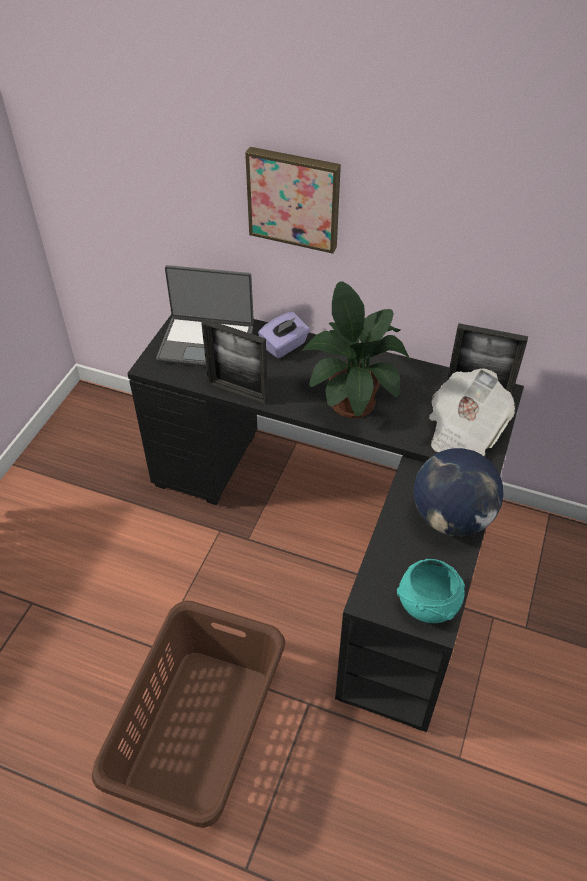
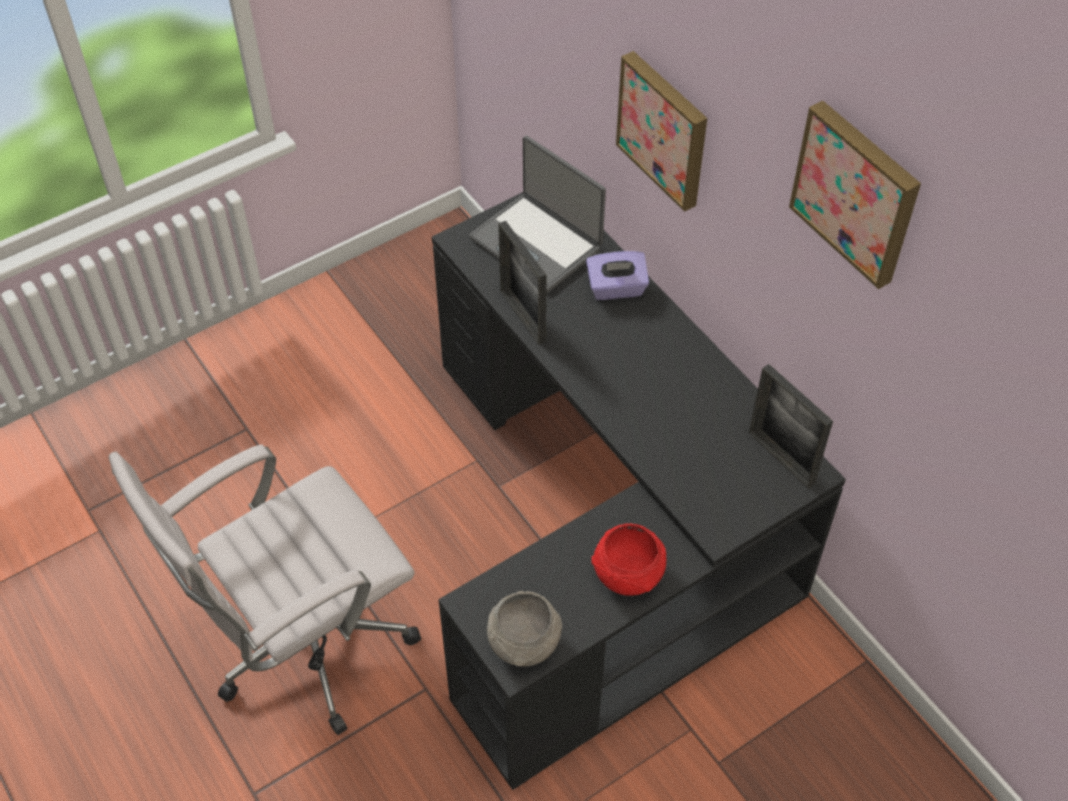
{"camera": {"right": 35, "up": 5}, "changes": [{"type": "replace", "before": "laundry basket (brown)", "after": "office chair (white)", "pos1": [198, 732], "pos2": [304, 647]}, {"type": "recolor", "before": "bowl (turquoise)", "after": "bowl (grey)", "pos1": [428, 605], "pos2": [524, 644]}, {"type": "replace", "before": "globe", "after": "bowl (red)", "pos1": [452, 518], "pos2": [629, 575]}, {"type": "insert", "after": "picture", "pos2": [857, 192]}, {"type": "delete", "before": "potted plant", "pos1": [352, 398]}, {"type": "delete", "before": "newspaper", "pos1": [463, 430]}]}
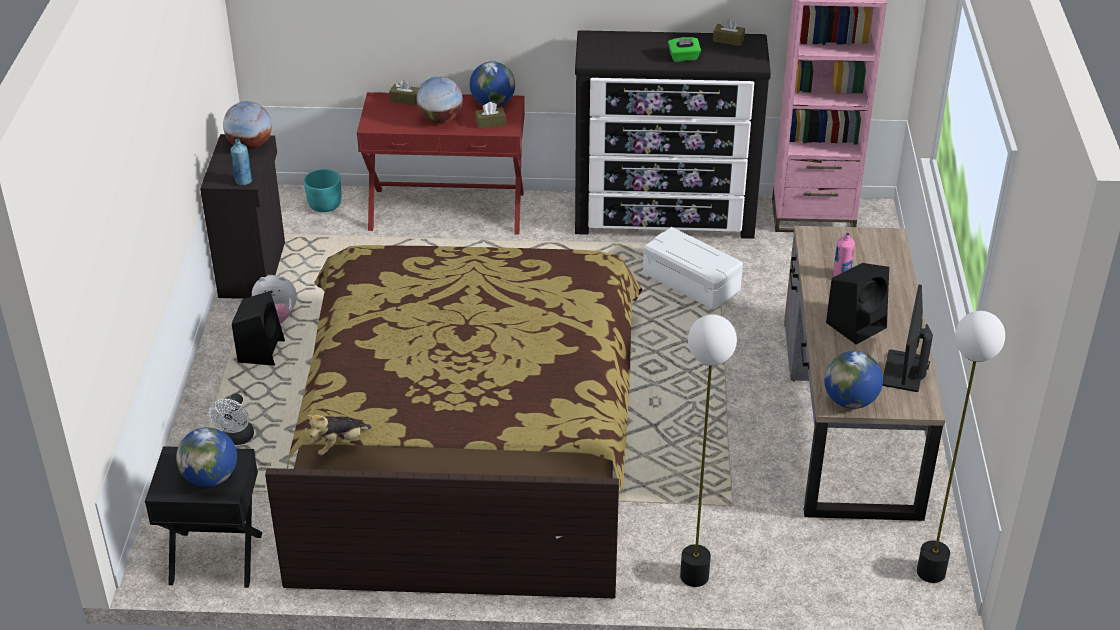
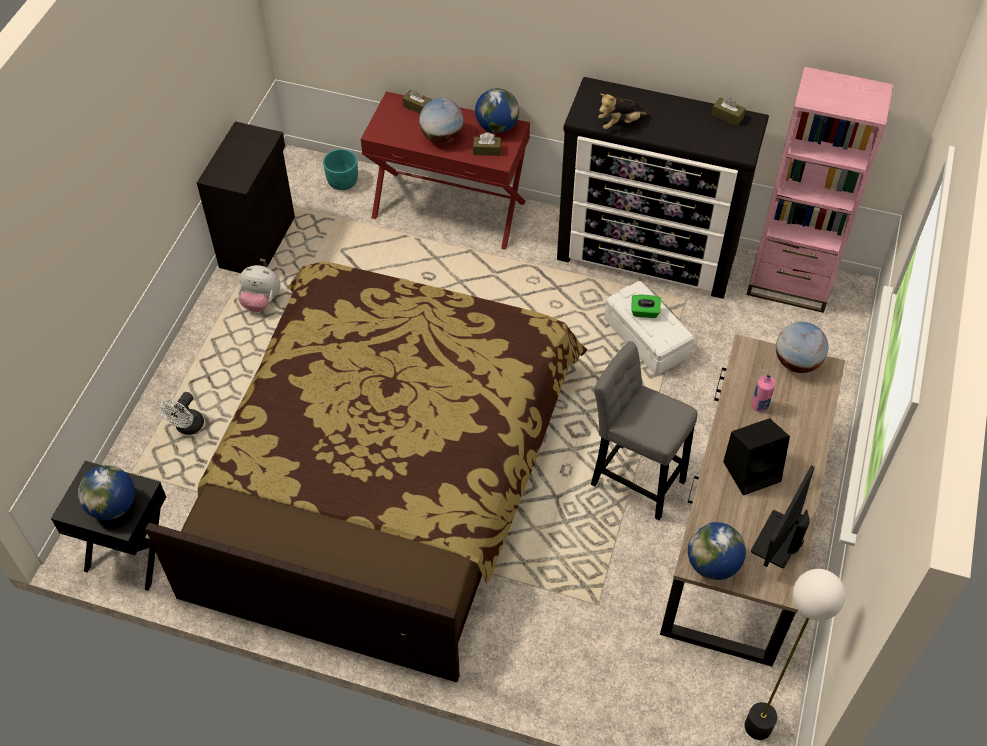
{"camera": {"right": 15, "up": 15}, "changes": [{"type": "insert", "after": "stool (grey)", "pos2": [634, 479]}, {"type": "move", "before": "plush toy", "pos1": [339, 445], "pos2": [620, 123]}, {"type": "move", "before": "tissue box (green)", "pos1": [684, 57], "pos2": [644, 312]}, {"type": "move", "before": "globe", "pos1": [250, 145], "pos2": [797, 362]}, {"type": "delete", "before": "bottle (blue)", "pos1": [243, 181]}, {"type": "delete", "before": "speaker (black)", "pos1": [261, 351]}, {"type": "delete", "before": "floor lamp", "pos1": [694, 576]}]}
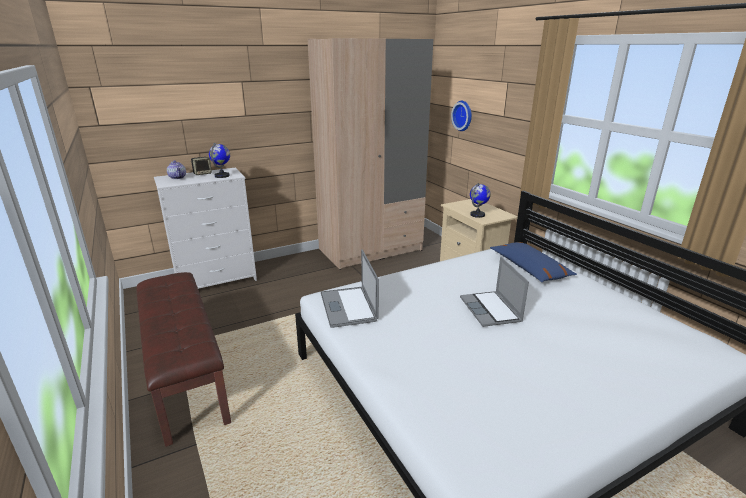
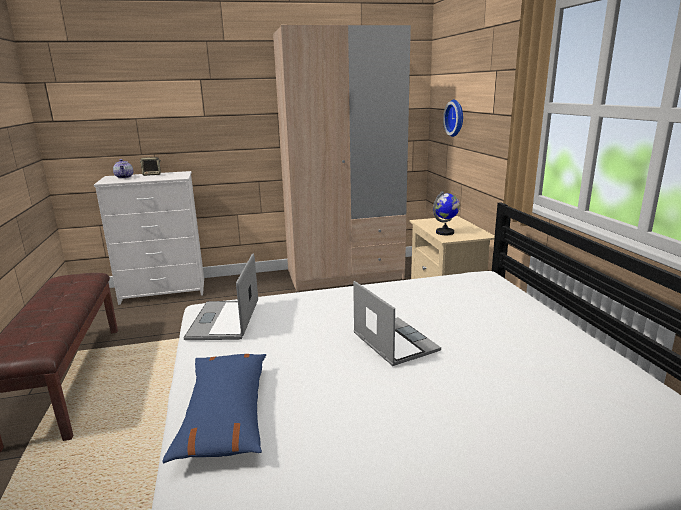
{"camera": {"right": 15, "up": -5}, "changes": [{"type": "move", "before": "pillow (blue)", "pos1": [529, 268], "pos2": [225, 415]}, {"type": "rotate", "before": "laptop", "pos1": [491, 310], "pos2": [393, 342], "turn": 150}, {"type": "delete", "before": "globe", "pos1": [222, 176]}]}
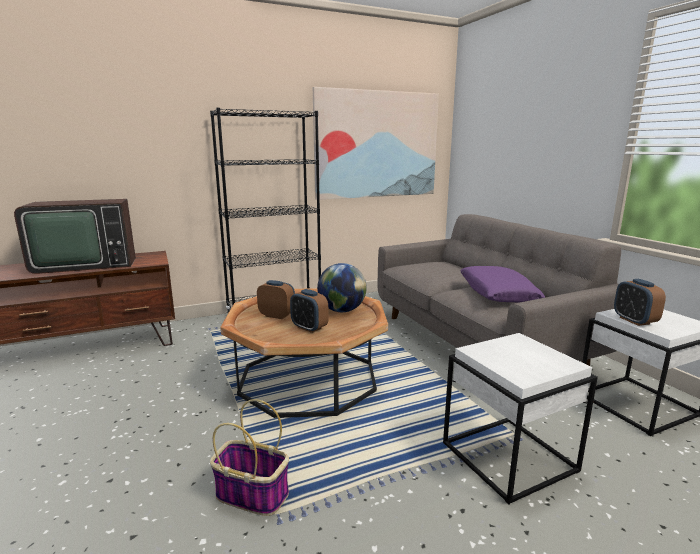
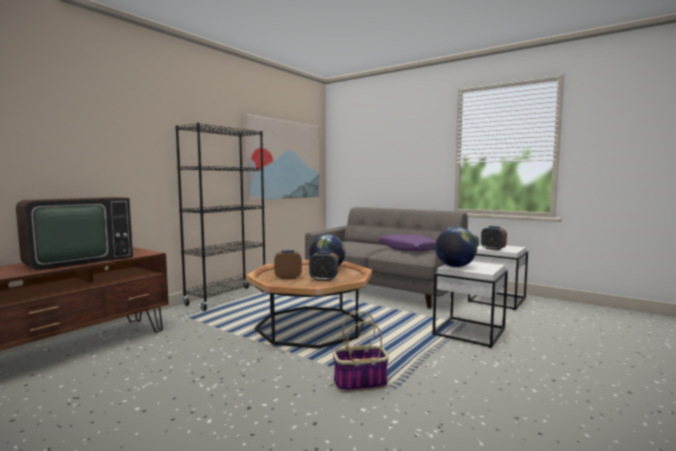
{"camera": {"right": -30, "up": -10}, "changes": [{"type": "insert", "after": "globe", "pos2": [455, 266]}]}
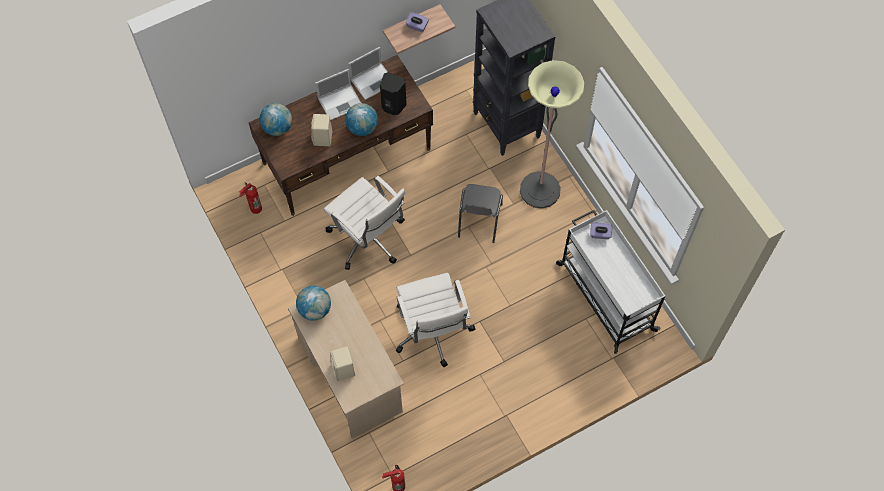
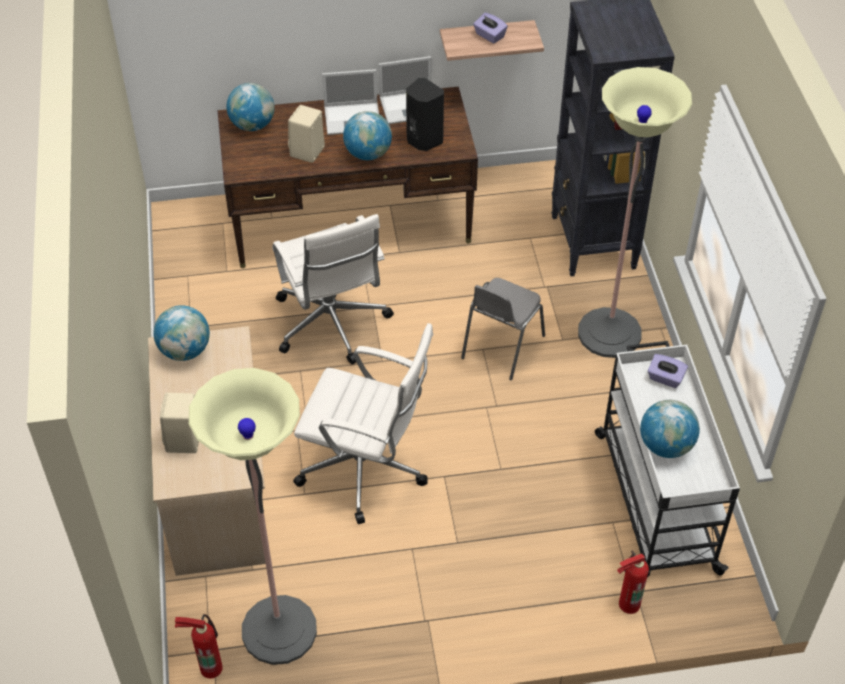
{"camera": {"right": 20, "up": -15}, "changes": [{"type": "insert", "after": "floor lamp", "pos2": [279, 630]}, {"type": "rotate", "before": "office chair (white)", "pos1": [432, 332], "pos2": [366, 469], "turn": -75}, {"type": "move", "before": "fire extinguisher", "pos1": [254, 208], "pos2": [626, 603]}, {"type": "insert", "after": "globe", "pos2": [666, 445]}]}
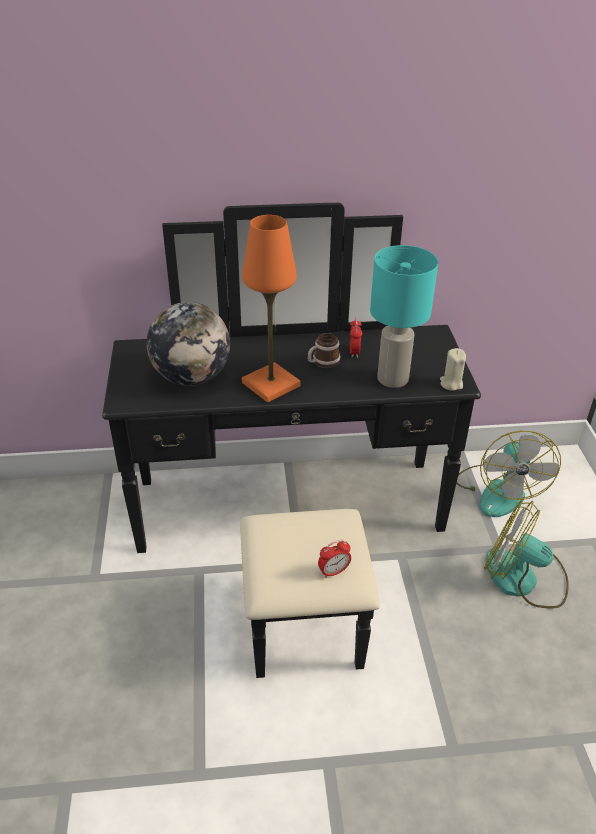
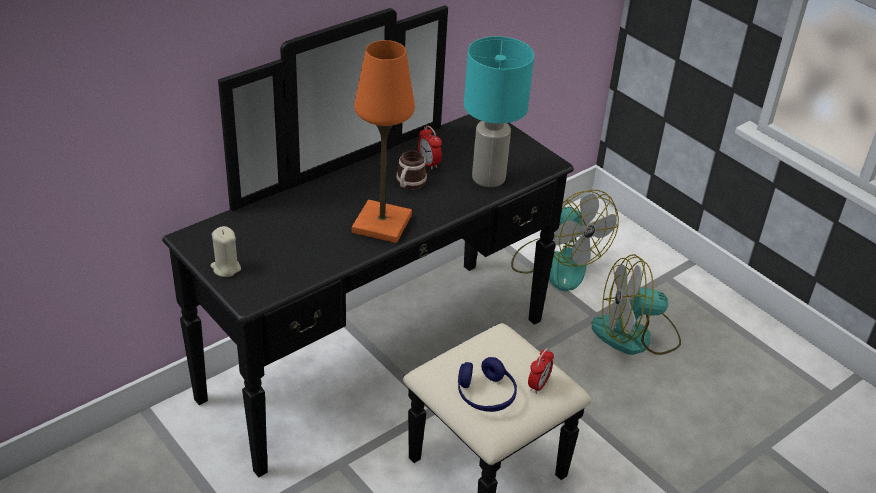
{"camera": {"right": -35, "up": 0}, "changes": [{"type": "move", "before": "candle (beige)", "pos1": [451, 384], "pos2": [226, 268]}, {"type": "insert", "after": "headphones (blue)", "pos2": [485, 394]}, {"type": "delete", "before": "globe", "pos1": [192, 377]}]}
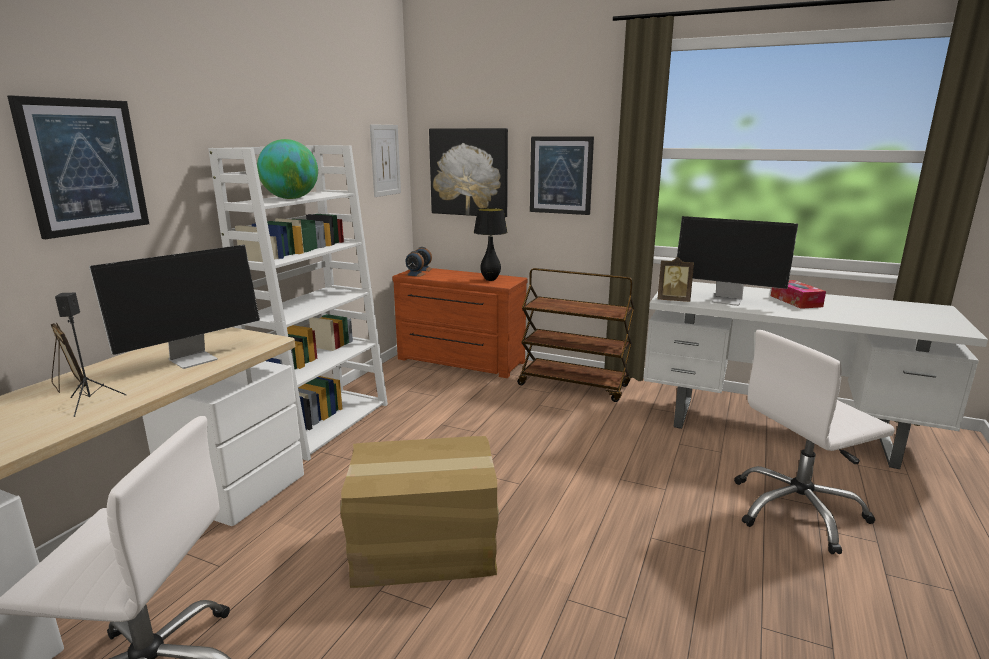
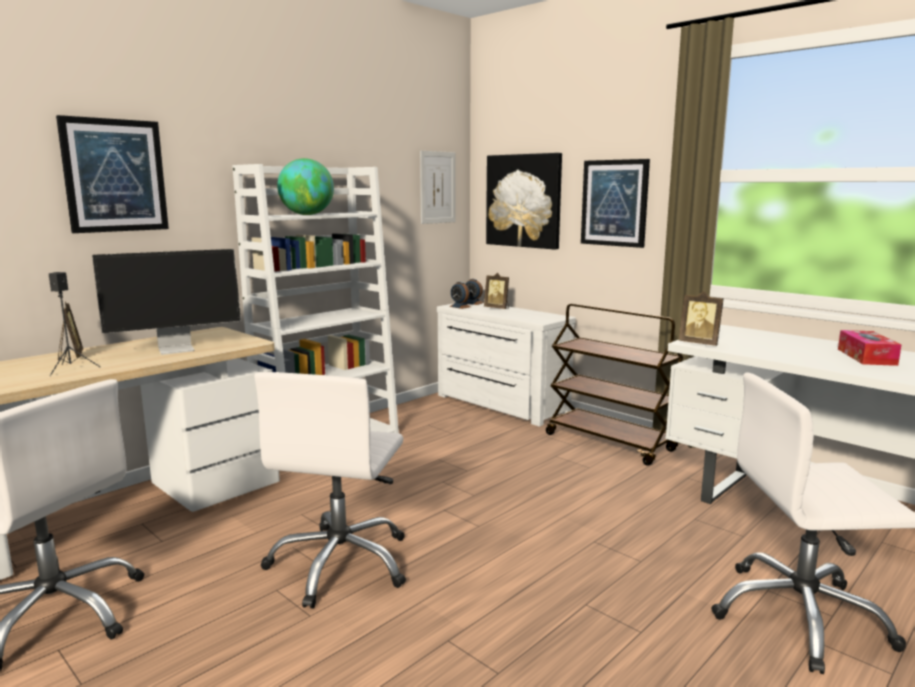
{"camera": {"right": 20, "up": -5}, "changes": [{"type": "replace", "before": "cardboard box", "after": "office chair (white)", "pos1": [423, 548], "pos2": [341, 564]}, {"type": "recolor", "before": "dresser (brown)", "after": "dresser (white)", "pos1": [459, 361], "pos2": [499, 405]}, {"type": "insert", "after": "picture frame", "pos2": [497, 308]}, {"type": "delete", "before": "table lamp (black)", "pos1": [490, 280]}, {"type": "delete", "before": "monitor", "pos1": [728, 300]}]}
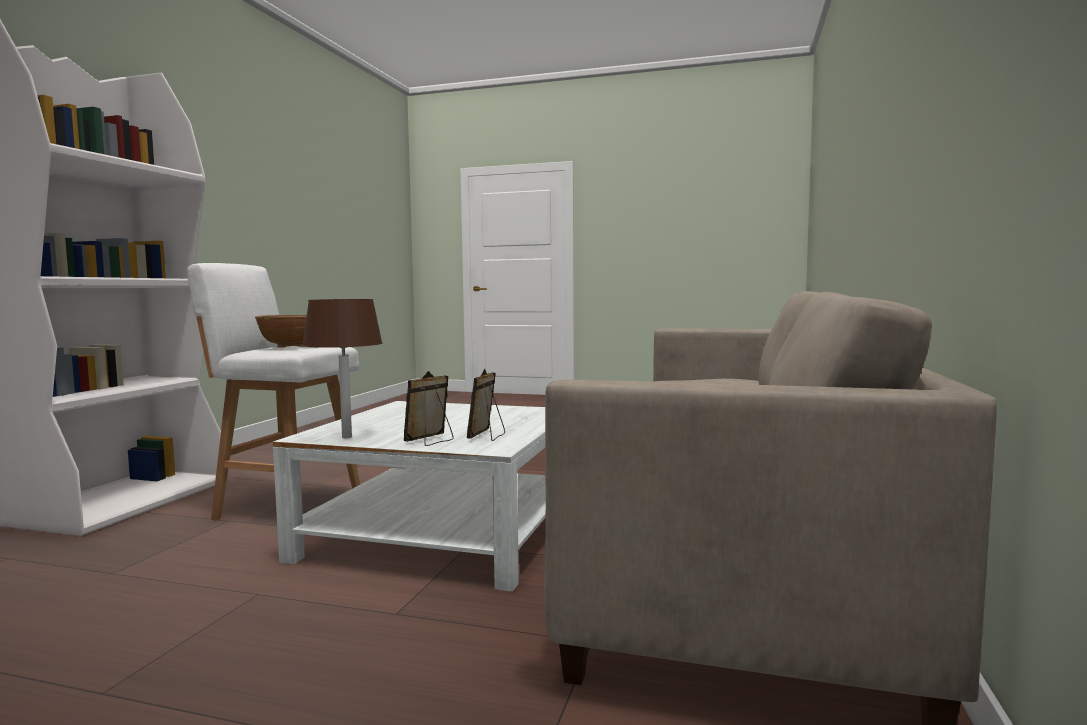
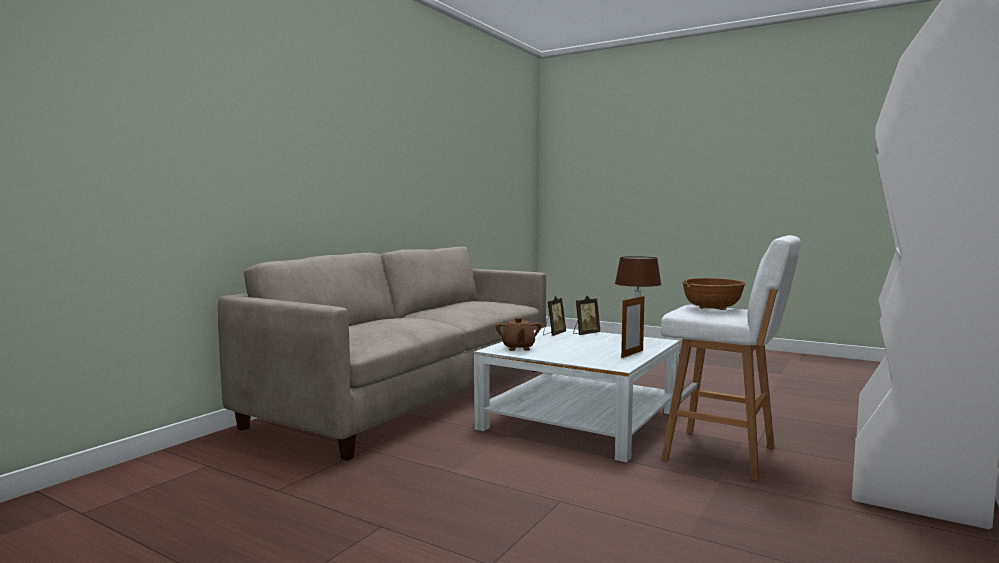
{"camera": {"right": -165, "up": 0}, "changes": [{"type": "insert", "after": "teapot (brown)", "pos2": [518, 348]}, {"type": "insert", "after": "picture frame", "pos2": [632, 354]}]}
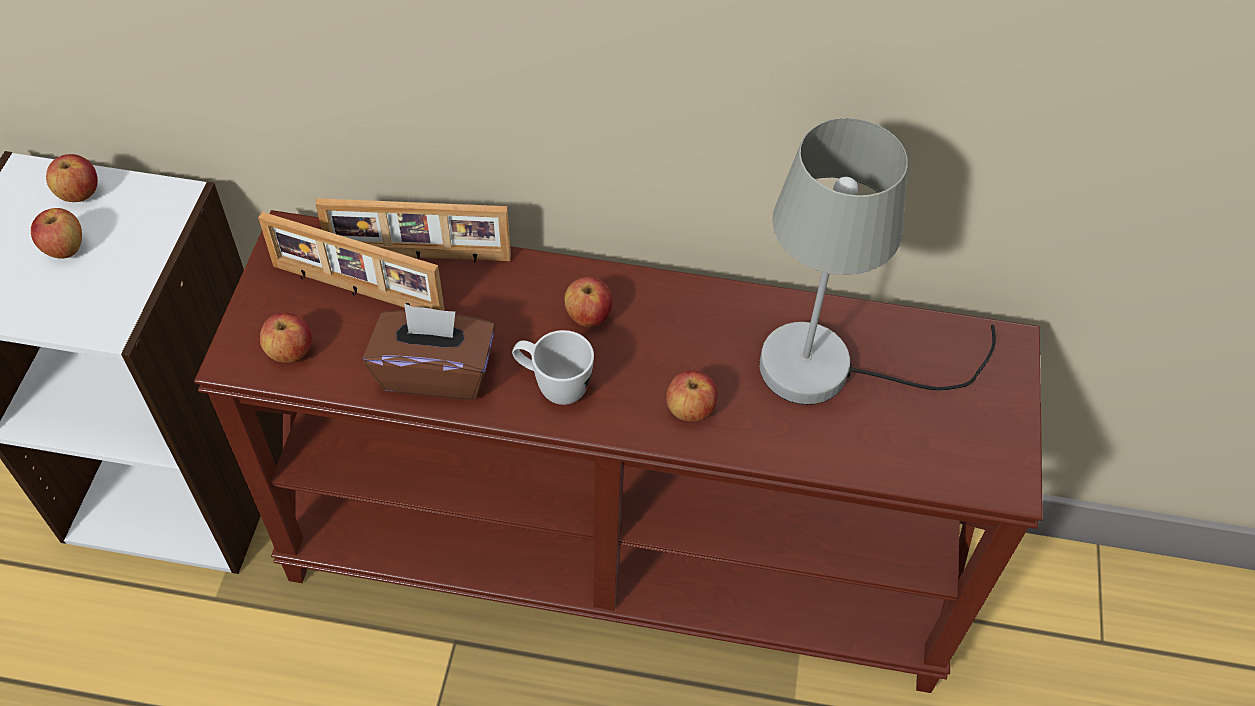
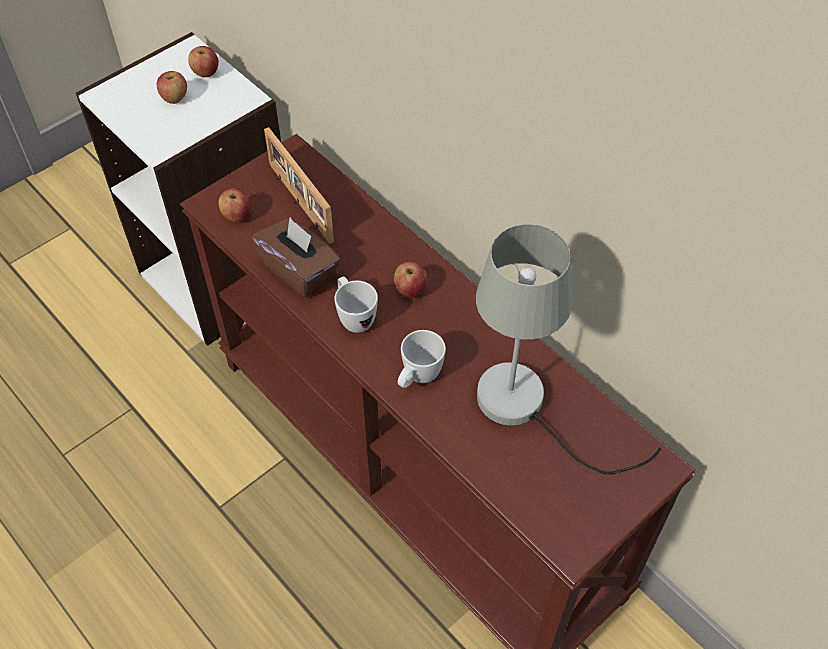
{"camera": {"right": 40, "up": 0}, "changes": [{"type": "replace", "before": "apple", "after": "mug (white)", "pos1": [690, 410], "pos2": [418, 378]}, {"type": "delete", "before": "picture frame", "pos1": [419, 256]}]}
